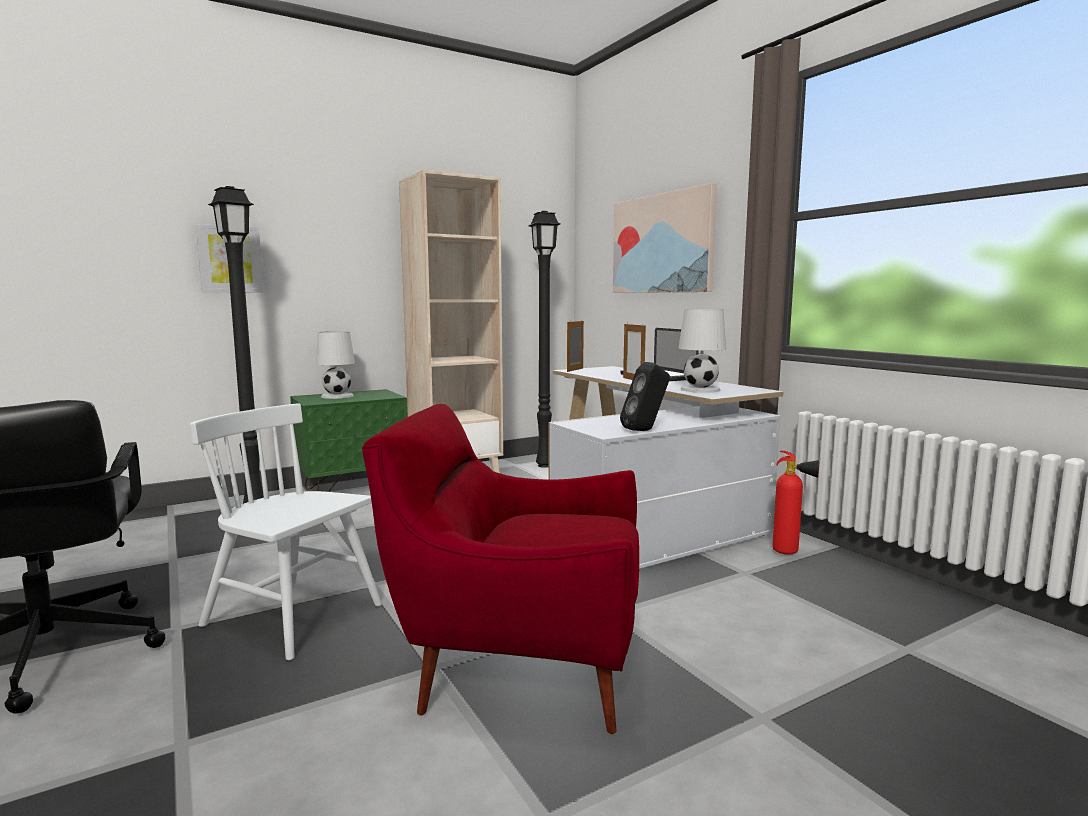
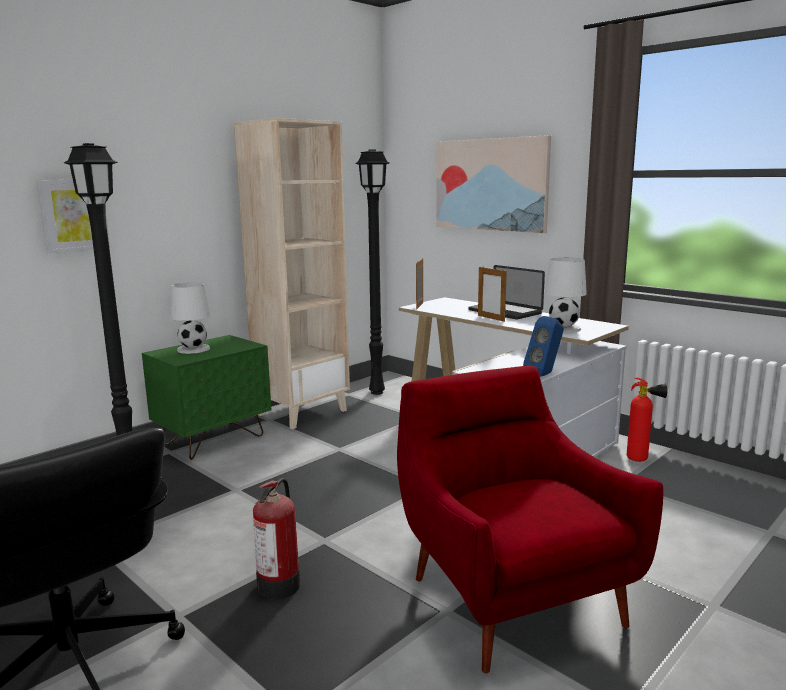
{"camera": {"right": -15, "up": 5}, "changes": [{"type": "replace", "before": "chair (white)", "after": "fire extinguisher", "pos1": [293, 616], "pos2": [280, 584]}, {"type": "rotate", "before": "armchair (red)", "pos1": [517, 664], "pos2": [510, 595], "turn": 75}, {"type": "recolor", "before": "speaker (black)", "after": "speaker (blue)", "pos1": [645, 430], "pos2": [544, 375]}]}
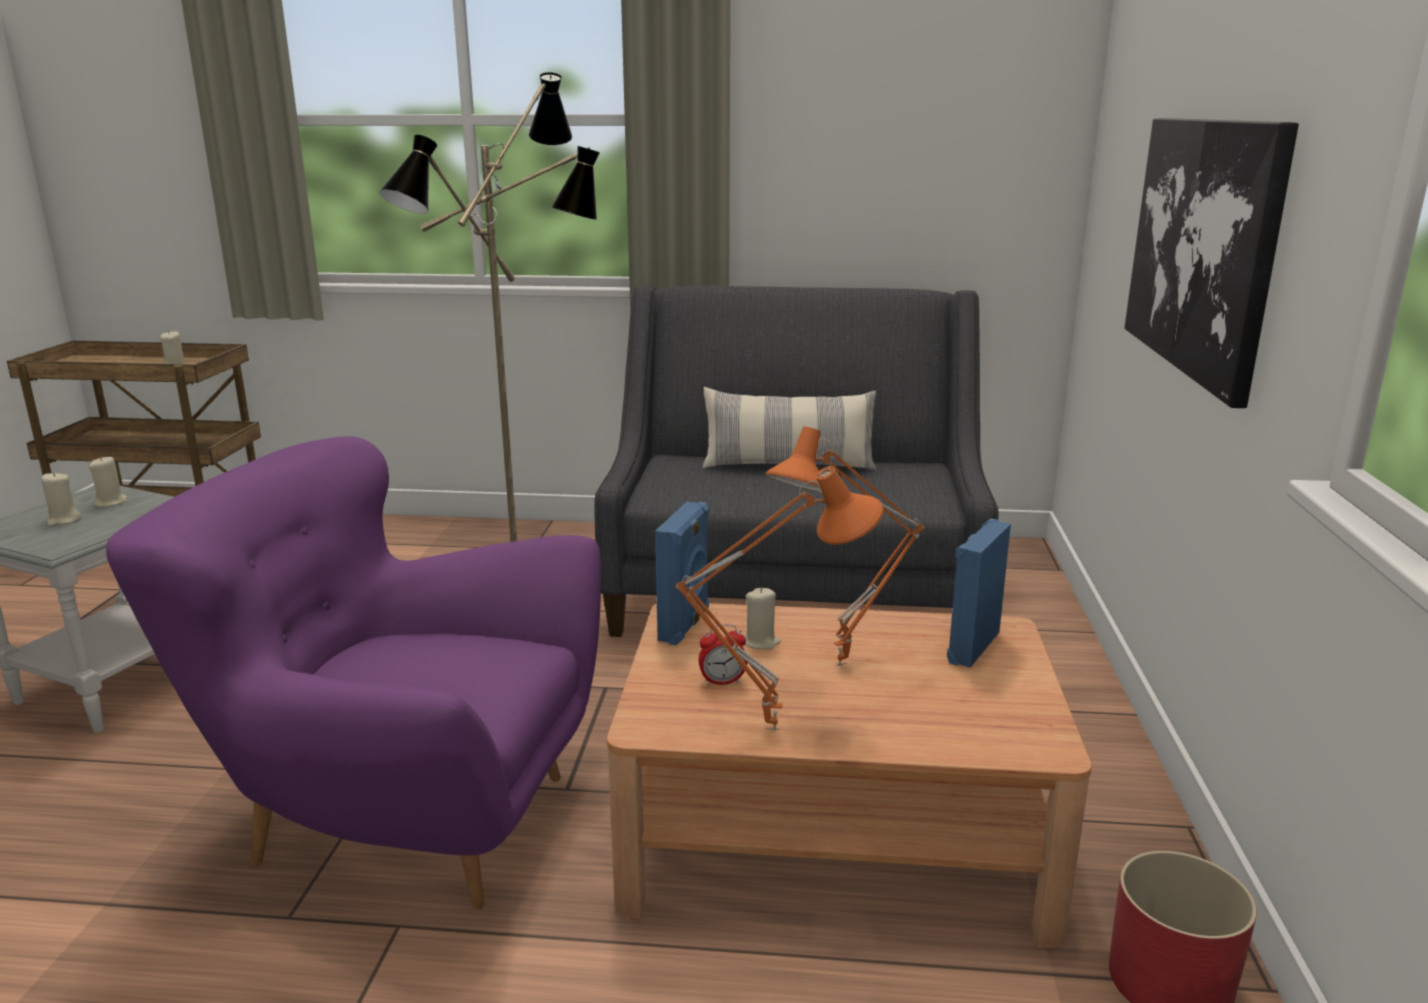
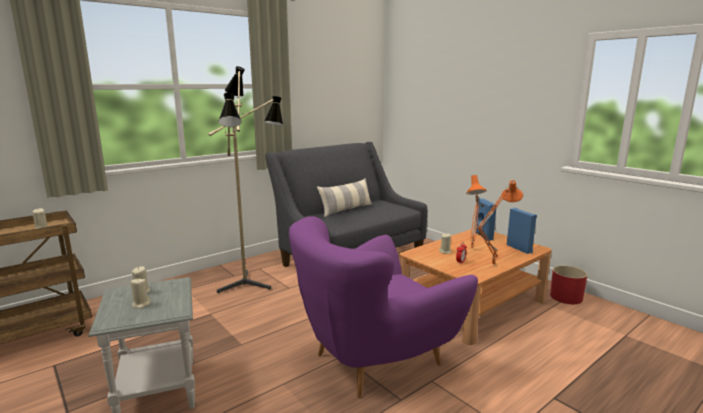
{"camera": {"right": -45, "up": -5}, "changes": [{"type": "move", "before": "speaker (blue)", "pos1": [685, 625], "pos2": [520, 248]}, {"type": "delete", "before": "picture", "pos1": [1202, 246]}]}
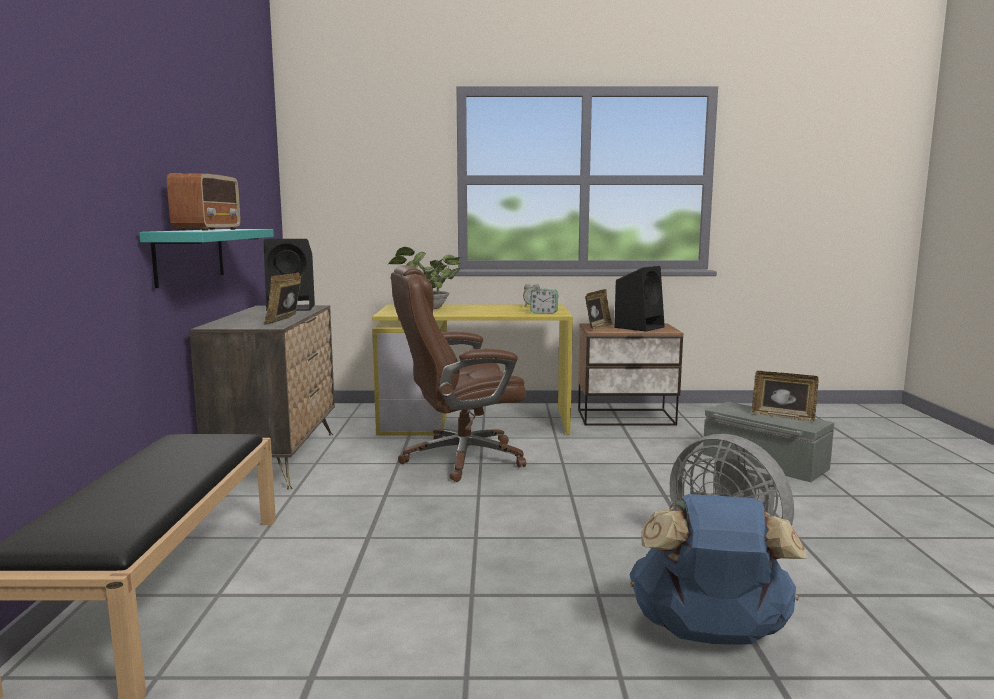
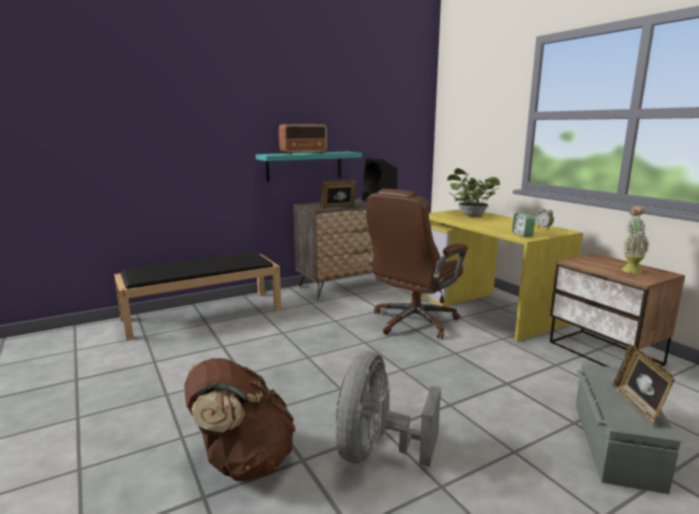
{"camera": {"right": 60, "up": 5}, "changes": [{"type": "recolor", "before": "backpack (blue)", "after": "backpack (brown)", "pos1": [709, 635], "pos2": [242, 461]}, {"type": "rotate", "before": "office chair (brown)", "pos1": [460, 458], "pos2": [413, 322], "turn": -90}, {"type": "replace", "before": "speaker (black)", "after": "potted plant", "pos1": [639, 327], "pos2": [630, 269]}, {"type": "delete", "before": "picture frame", "pos1": [597, 327]}]}
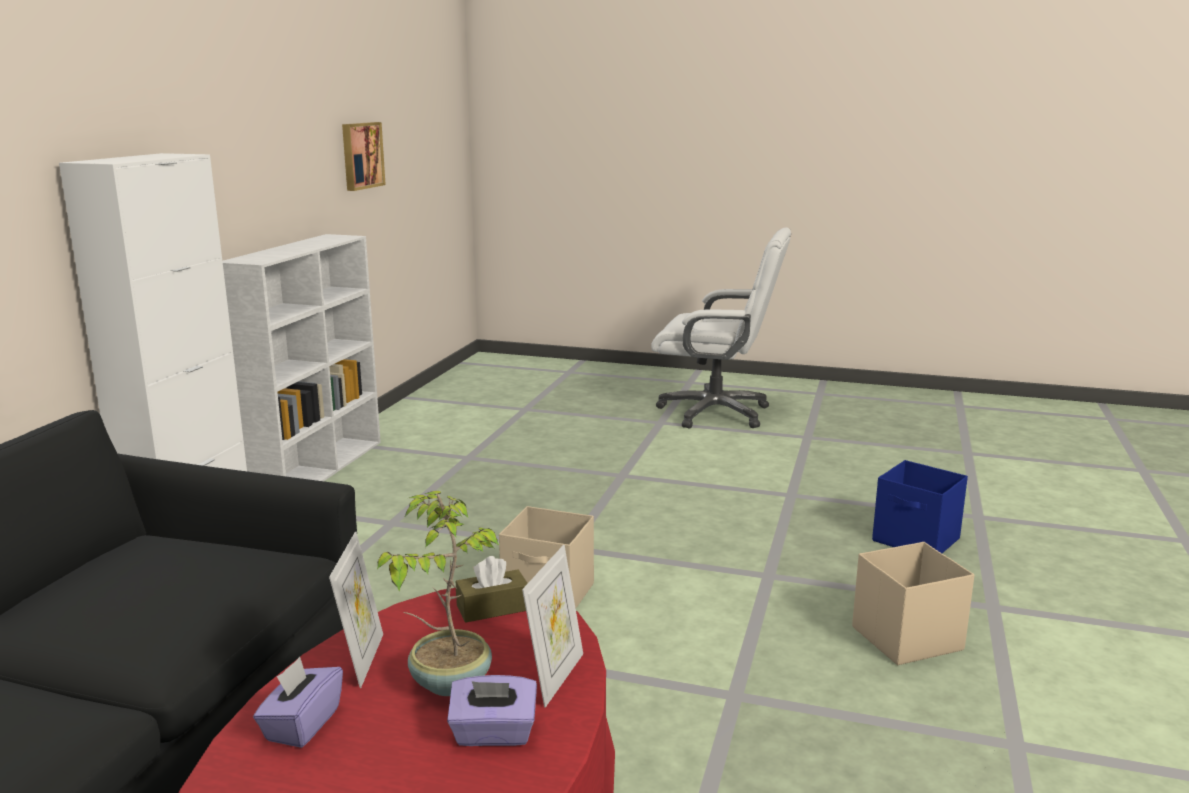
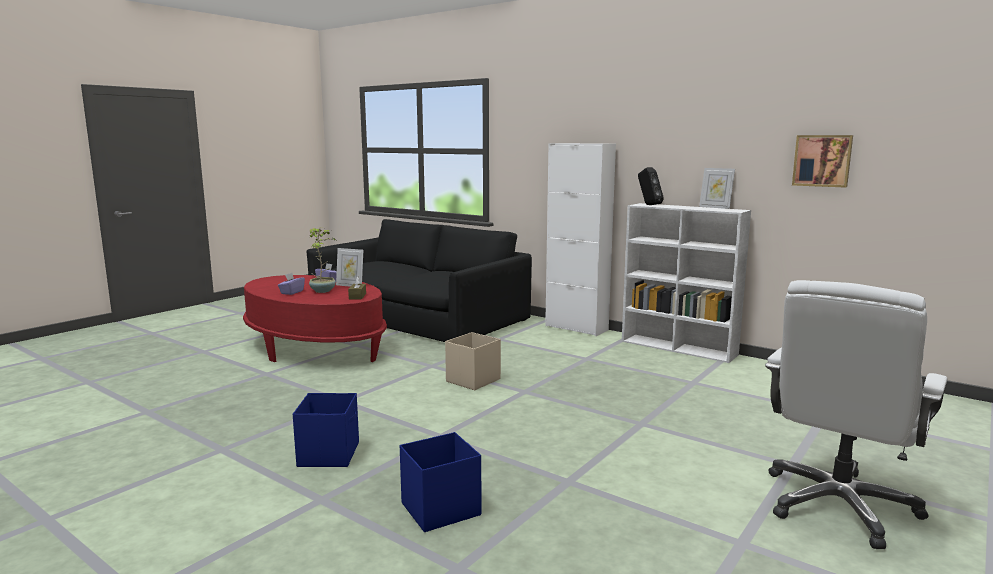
{"camera": {"right": 110, "up": -5}, "changes": [{"type": "recolor", "before": "storage box (beige)", "after": "storage box (blue)", "pos1": [905, 638], "pos2": [329, 454]}, {"type": "insert", "after": "speaker (black)", "pos2": [648, 205]}, {"type": "move", "before": "picture frame", "pos1": [555, 677], "pos2": [715, 207]}]}
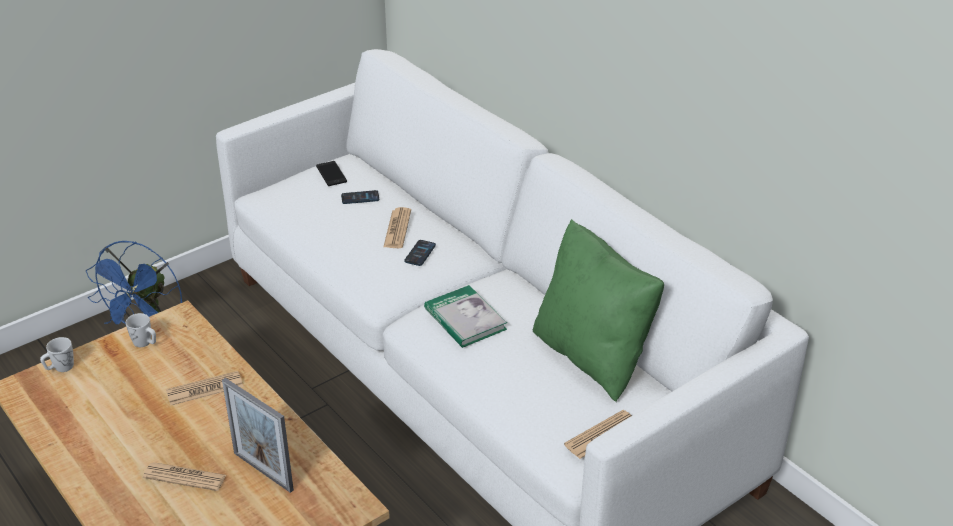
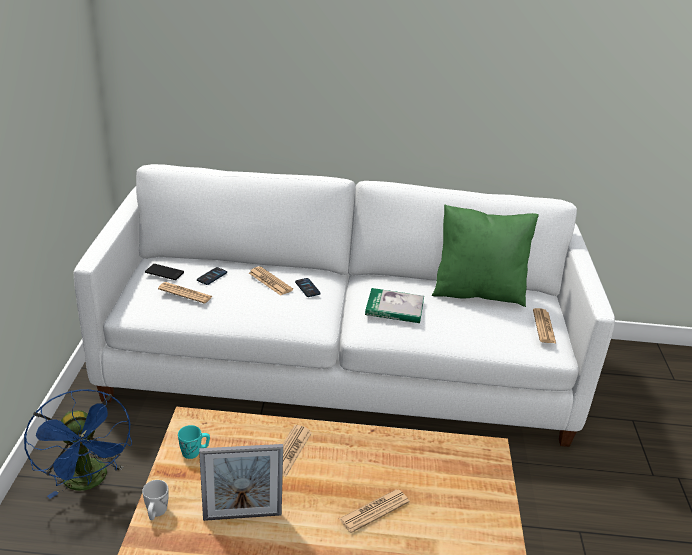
{"camera": {"right": -50, "up": -5}, "changes": [{"type": "insert", "after": "newspaper", "pos2": [185, 293]}, {"type": "recolor", "before": "mug (white)", "after": "mug (turquoise)", "pos1": [145, 343], "pos2": [194, 452]}, {"type": "move", "before": "picture frame", "pos1": [263, 471], "pos2": [242, 516]}]}
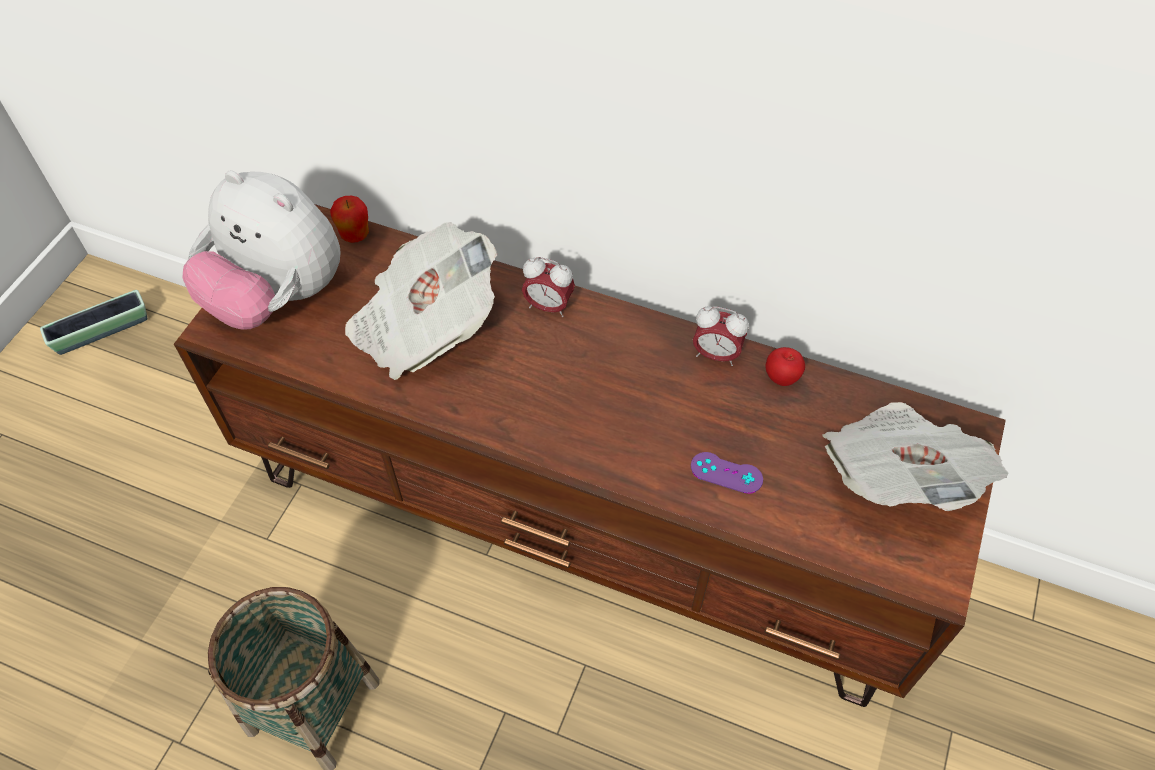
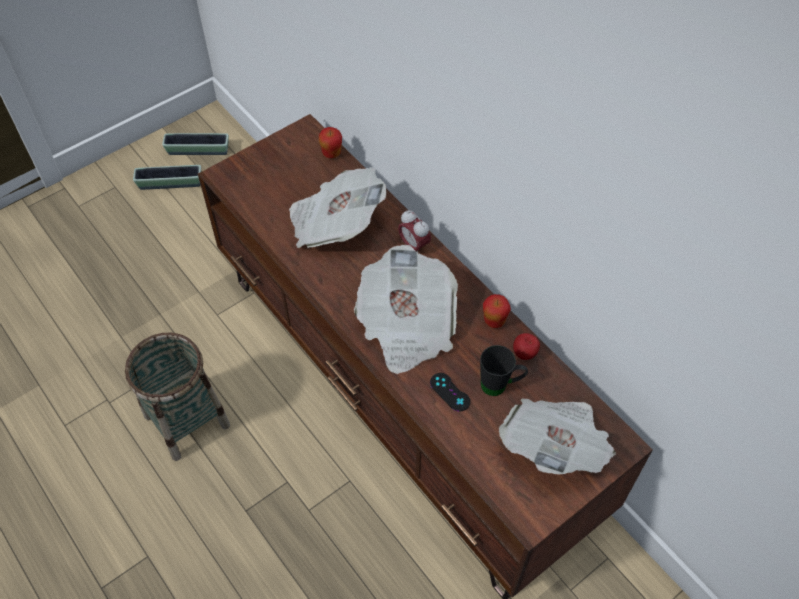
{"camera": {"right": 30, "up": 0}, "changes": [{"type": "insert", "after": "planter", "pos2": [170, 183]}, {"type": "insert", "after": "newspaper", "pos2": [406, 326]}, {"type": "recolor", "before": "game controller (purple)", "after": "game controller (black)", "pos1": [726, 473], "pos2": [450, 392]}, {"type": "insert", "after": "mug (black)", "pos2": [500, 385]}, {"type": "replace", "before": "alarm clock", "after": "apple", "pos1": [716, 355], "pos2": [494, 321]}, {"type": "delete", "before": "plush toy", "pos1": [278, 297]}]}
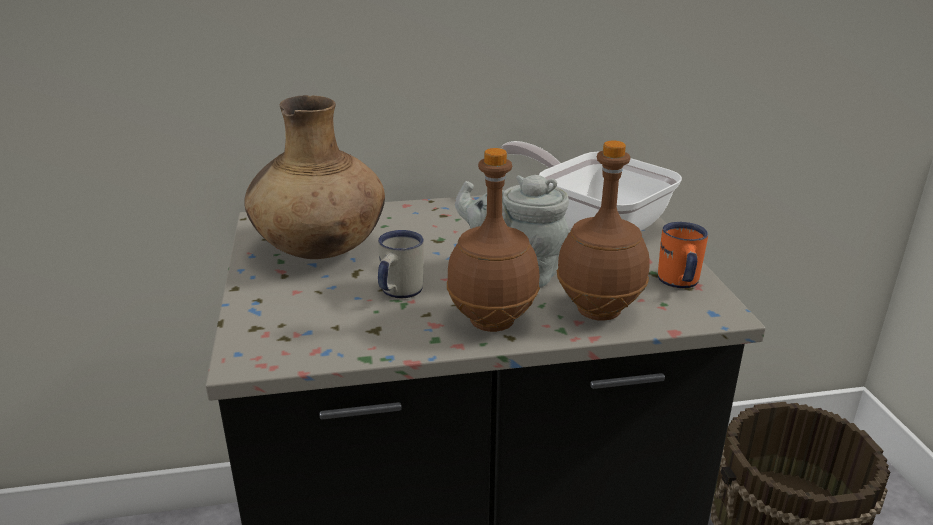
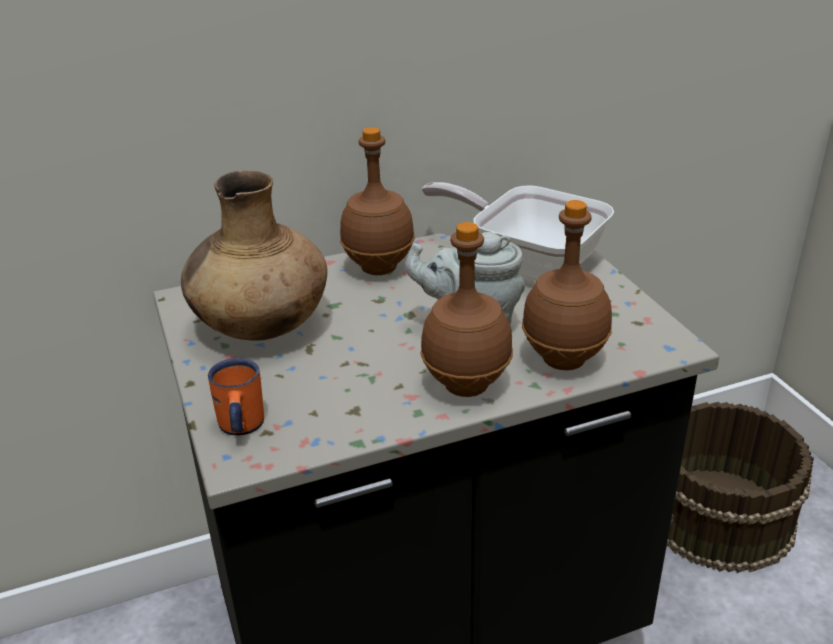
{"camera": {"right": -10, "up": 5}, "changes": [{"type": "move", "before": "mug (orange)", "pos1": [678, 283], "pos2": [240, 428]}, {"type": "insert", "after": "bottle (brown)", "pos2": [378, 268]}, {"type": "delete", "before": "mug (white)", "pos1": [397, 292]}]}
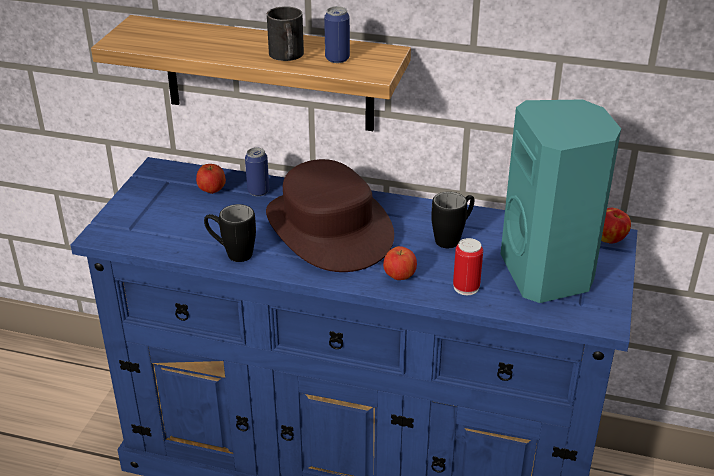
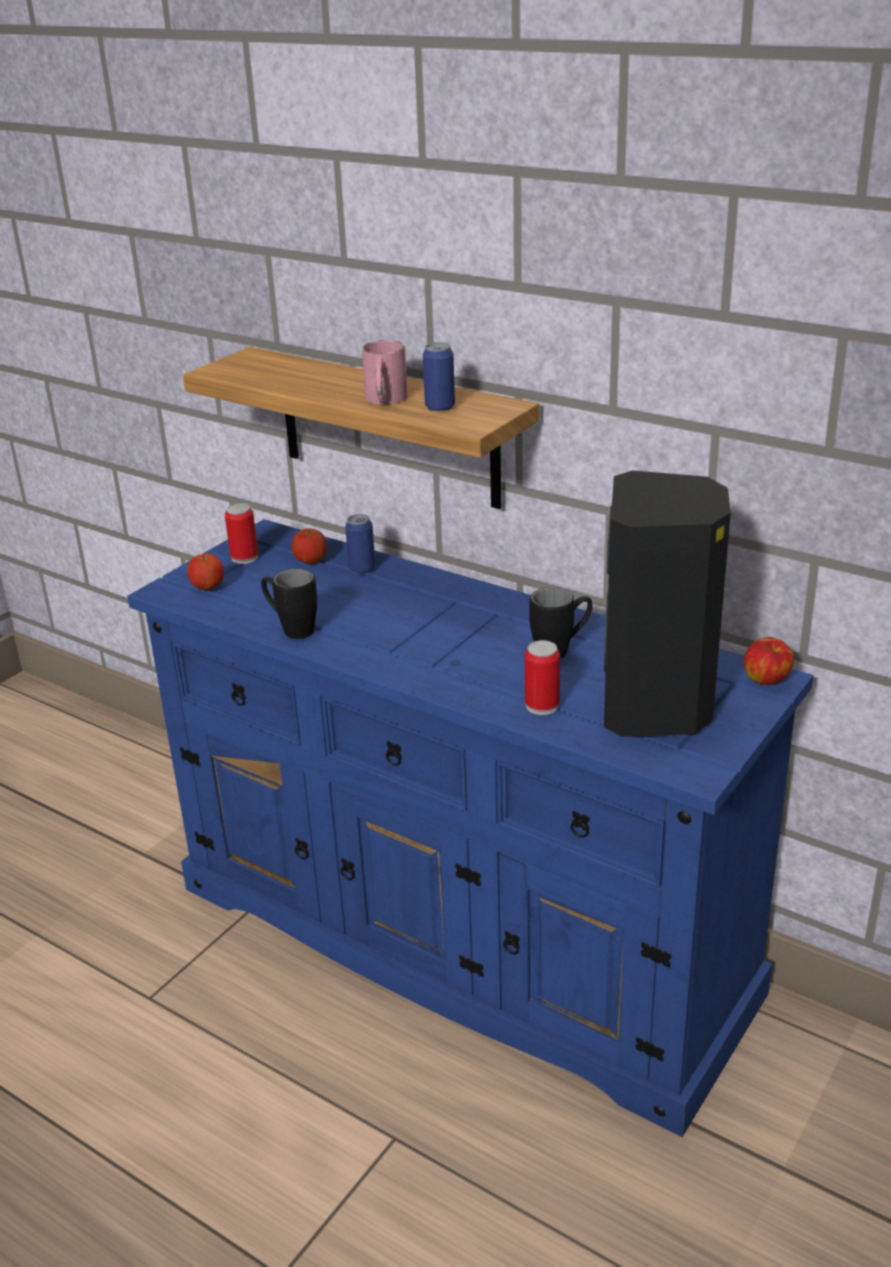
{"camera": {"right": 20, "up": -5}, "changes": [{"type": "move", "before": "apple", "pos1": [399, 277], "pos2": [208, 588]}, {"type": "insert", "after": "can", "pos2": [244, 558]}, {"type": "recolor", "before": "mug (black)", "after": "mug (pink)", "pos1": [287, 56], "pos2": [385, 400]}, {"type": "recolor", "before": "speaker (turquoise)", "after": "speaker (black)", "pos1": [548, 274], "pos2": [657, 707]}, {"type": "delete", "before": "hat (brown)", "pos1": [328, 228]}]}
